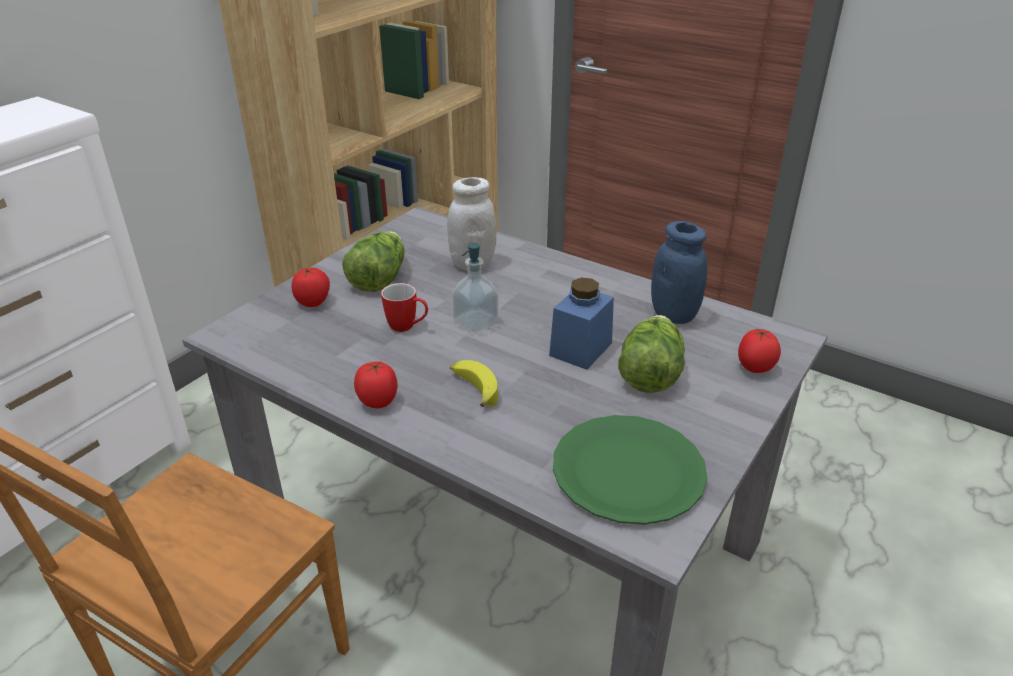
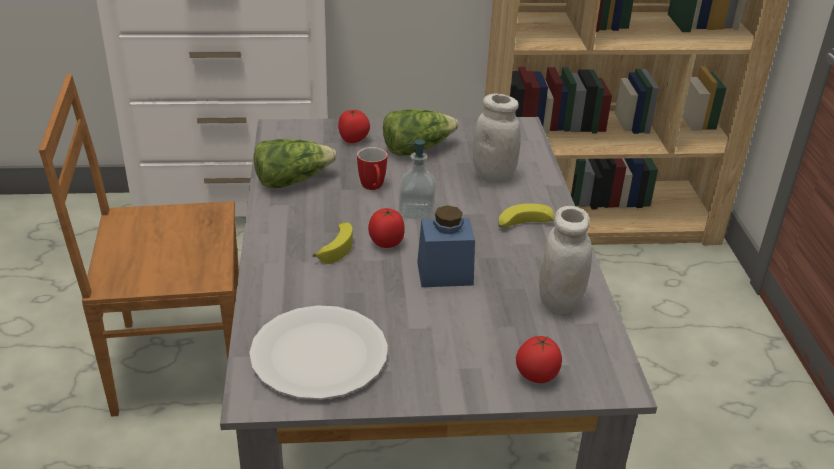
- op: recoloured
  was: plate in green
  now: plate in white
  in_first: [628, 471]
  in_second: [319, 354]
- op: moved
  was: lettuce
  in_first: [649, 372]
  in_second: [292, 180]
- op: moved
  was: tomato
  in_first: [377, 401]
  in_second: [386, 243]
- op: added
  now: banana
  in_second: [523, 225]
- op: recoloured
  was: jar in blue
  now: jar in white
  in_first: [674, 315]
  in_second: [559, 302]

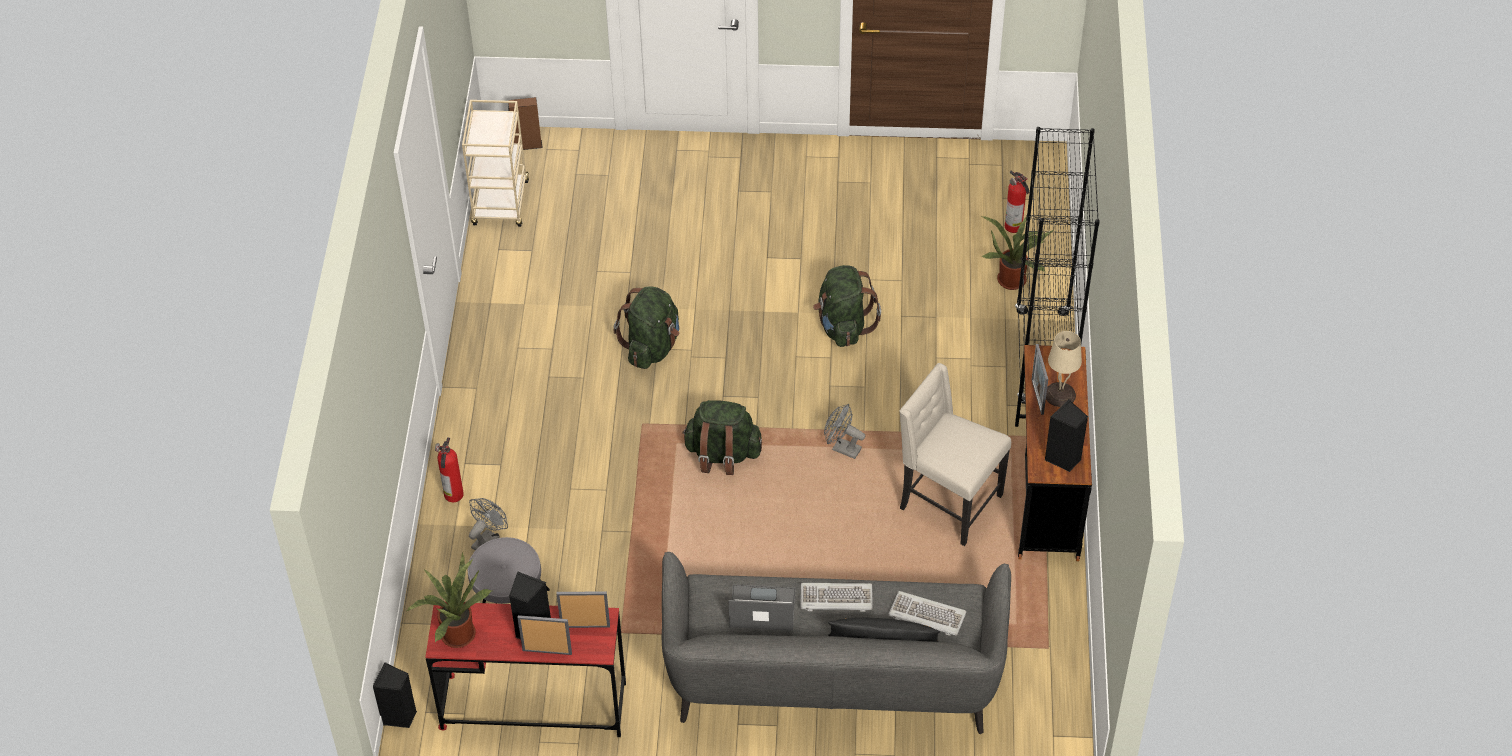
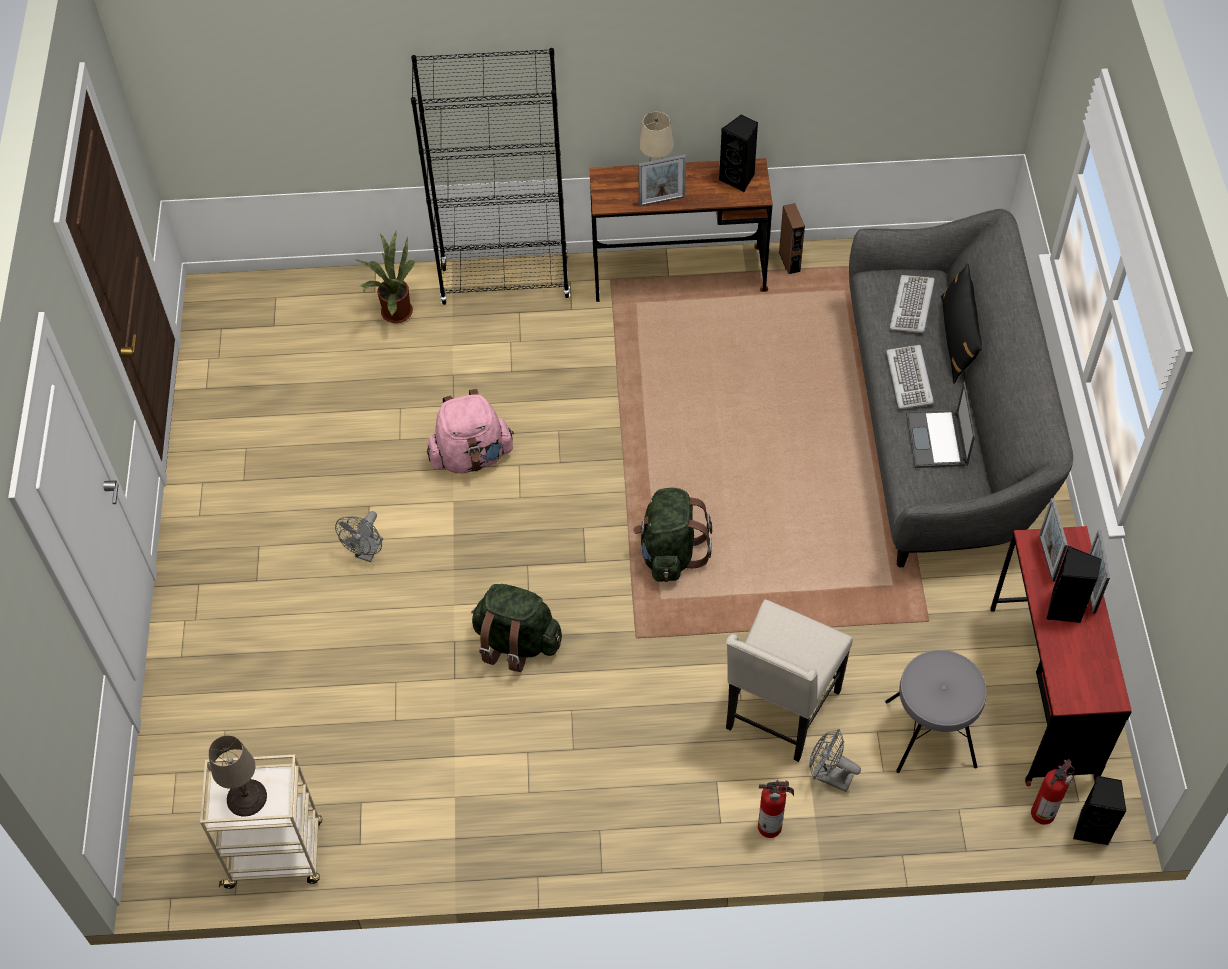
- op: added
  now: table lamp in beige
  in_second: [247, 798]
- op: moved
  was: fan in grey
  in_first: [842, 448]
  in_second: [367, 552]
- op: recoloured
  was: backpack in green
  now: backpack in pink
  in_first: [843, 326]
  in_second: [472, 456]
- op: moved
  was: chair in beige
  in_first: [948, 503]
  in_second: [780, 711]
- op: moved
  was: speaker in brown
  in_first: [527, 145]
  in_second: [789, 262]
- op: moved
  was: fire extinguisher
  in_first: [1014, 227]
  in_second: [1044, 812]
- op: removed
  was: potted plant
  in_first: [456, 632]

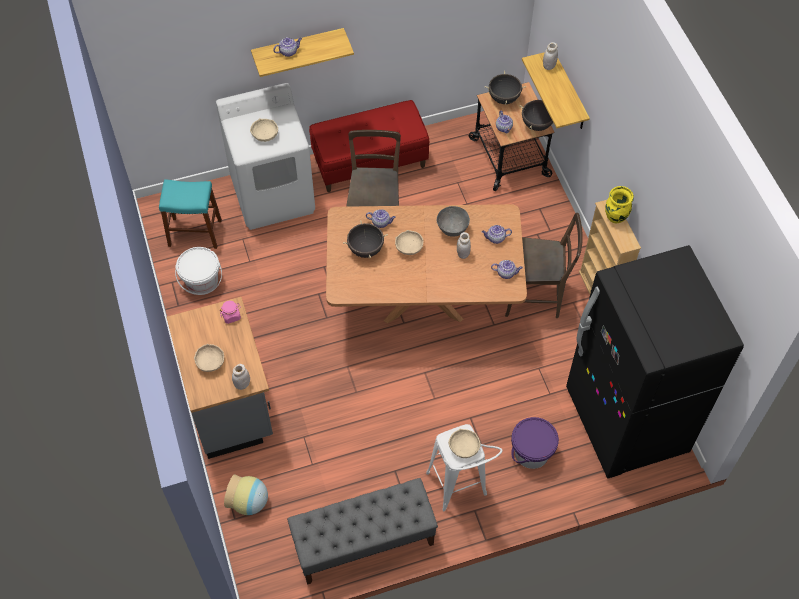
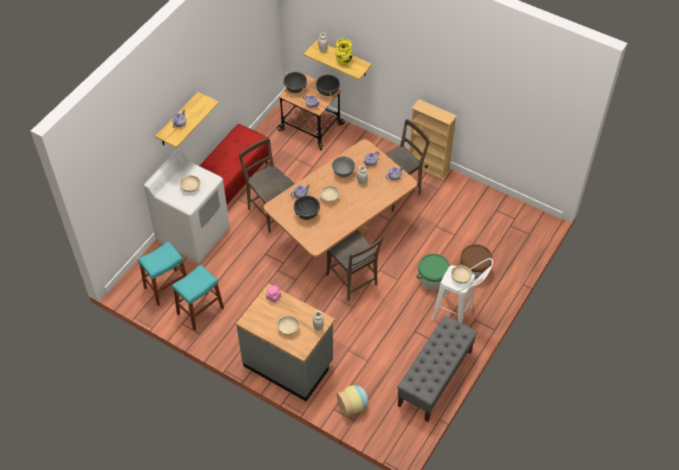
- op: replaced
  was: bucket in white
  now: stool in turquoise
  in_first: [202, 281]
  in_second: [200, 311]
- op: added
  now: chair in brown
  in_second: [353, 281]
- op: moved
  was: vase in yellow
  in_first: [615, 217]
  in_second: [344, 62]
- op: added
  now: bucket in green
  in_second: [432, 280]
- op: recoloured
  was: bucket in purple
  now: bucket in brown
  in_first: [531, 452]
  in_second: [474, 270]
- op: removed
  was: fridge in black
  in_first: [625, 422]

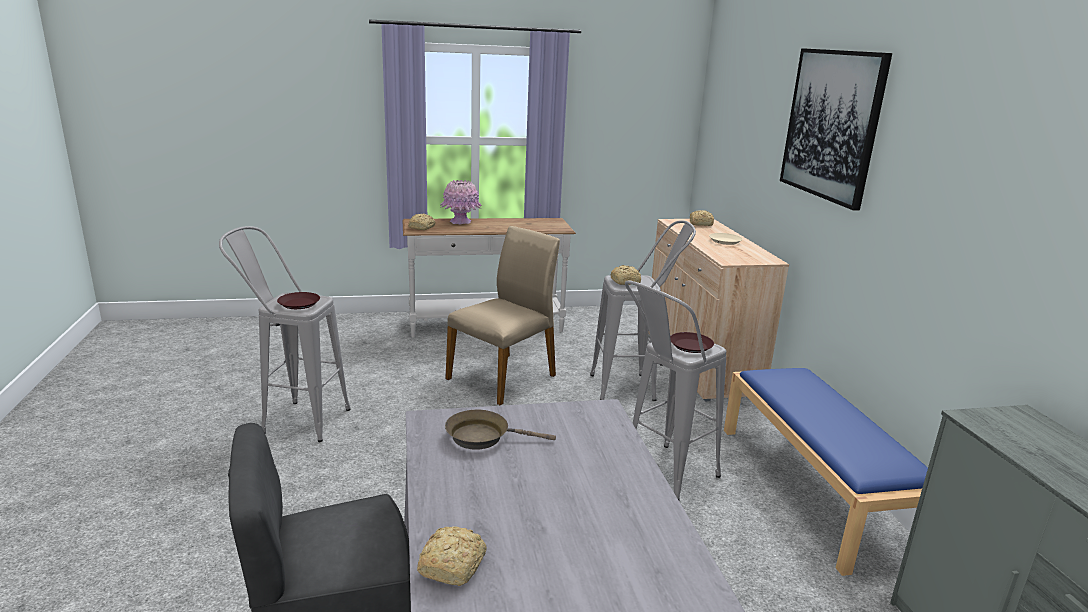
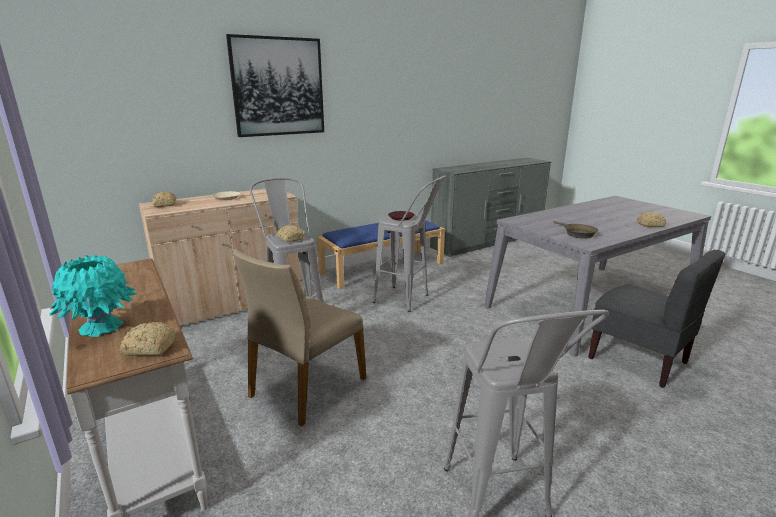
- op: recoloured
  was: vase in pink
  now: vase in turquoise
  in_first: [460, 222]
  in_second: [101, 327]
- op: turned
  was: chair in beige
  in_first: [503, 377]
  in_second: [306, 387]
  clockwise: -75
- op: removed
  was: plate in brown
  in_first: [299, 304]

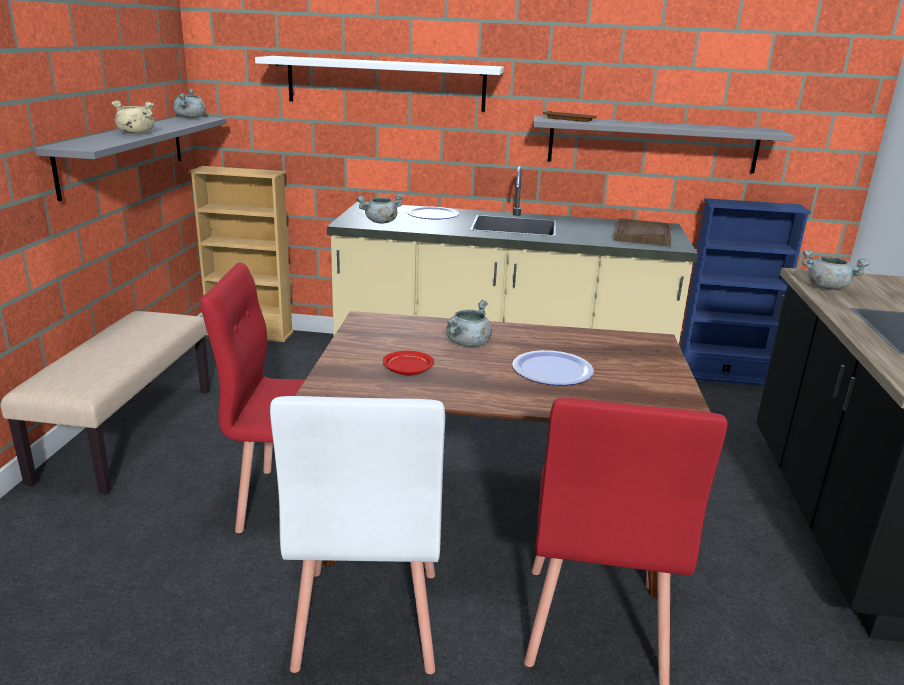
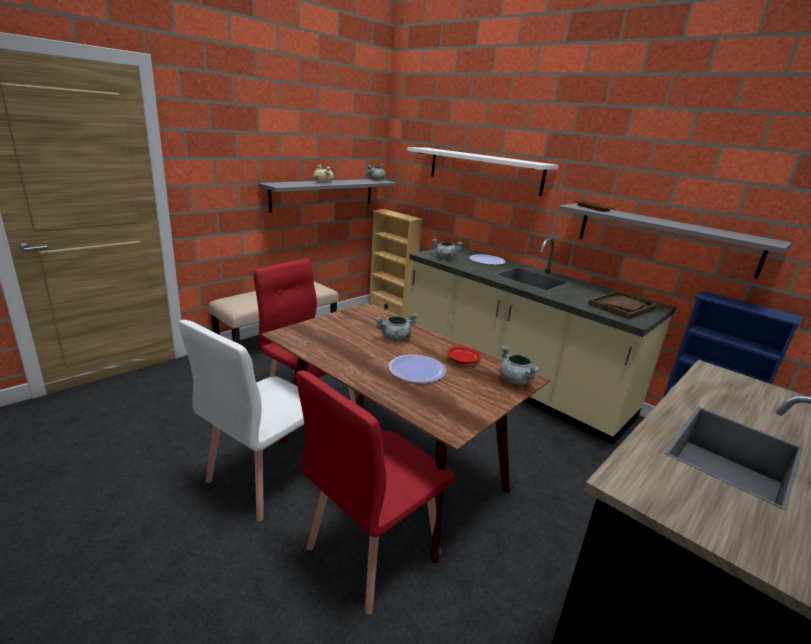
- op: moved
  was: plate in red
  in_first: [407, 370]
  in_second: [462, 360]
- op: moved
  was: cooking pot in grey
  in_first: [827, 287]
  in_second: [516, 381]

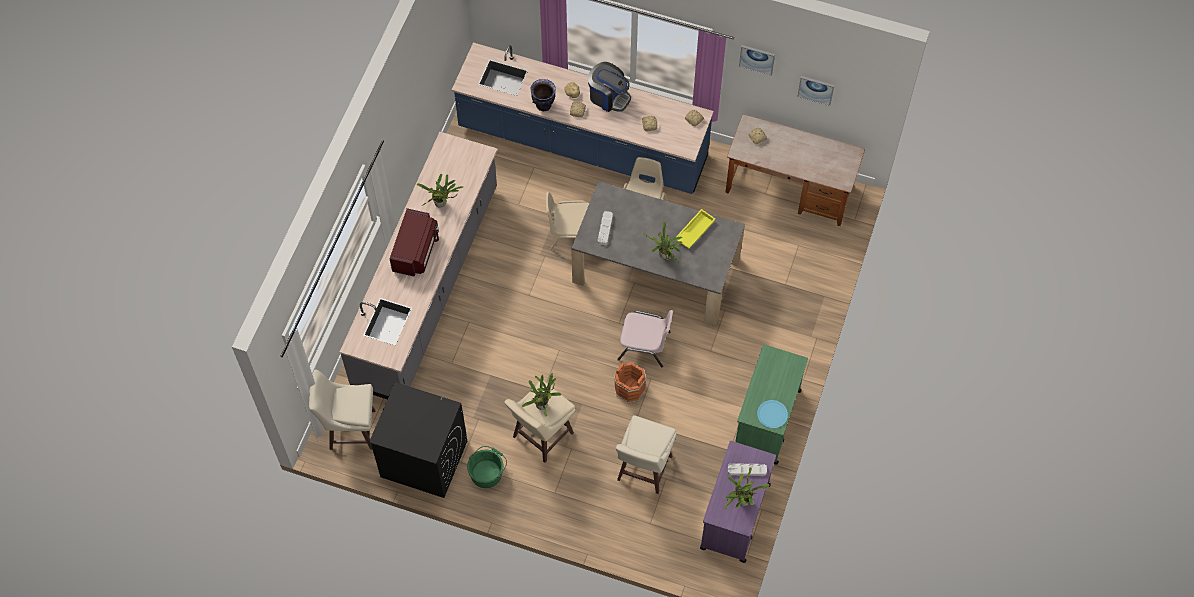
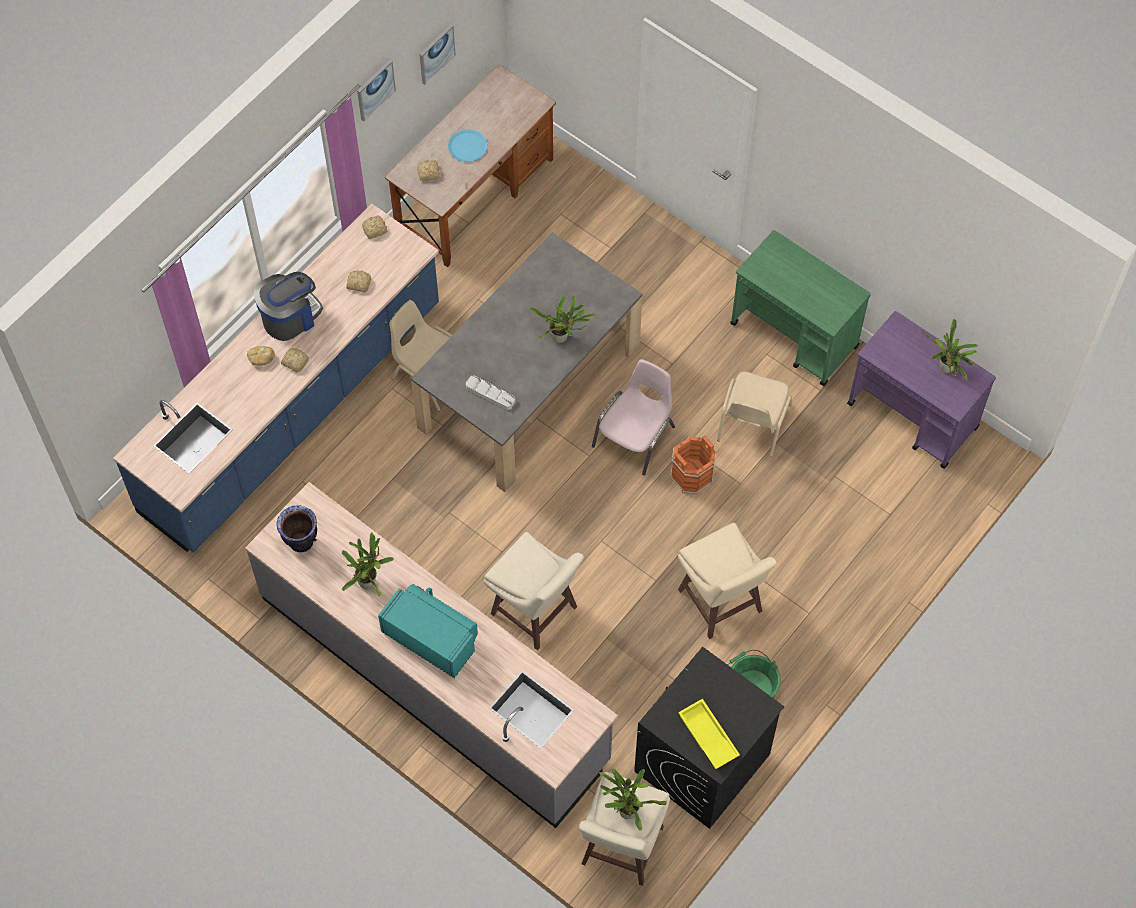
- op: moved
  was: vase
  in_first: [544, 105]
  in_second: [301, 541]
- op: recoloured
  was: microwave in red
  now: microwave in turquoise
  in_first: [416, 251]
  in_second: [432, 637]
- op: moved
  was: plate in blue
  in_first: [772, 414]
  in_second: [467, 146]
- op: moved
  was: stool in beige
  in_first: [643, 469]
  in_second: [535, 612]
- op: moved
  was: potted plant
  in_first: [543, 404]
  in_second: [626, 809]
- op: moved
  was: tray in yellow
  in_first: [694, 230]
  in_second: [707, 736]
- op: moved
  was: chair in beige
  in_first: [571, 233]
  in_second: [752, 423]
- op: removed
  was: tray in grey
  in_first: [747, 470]

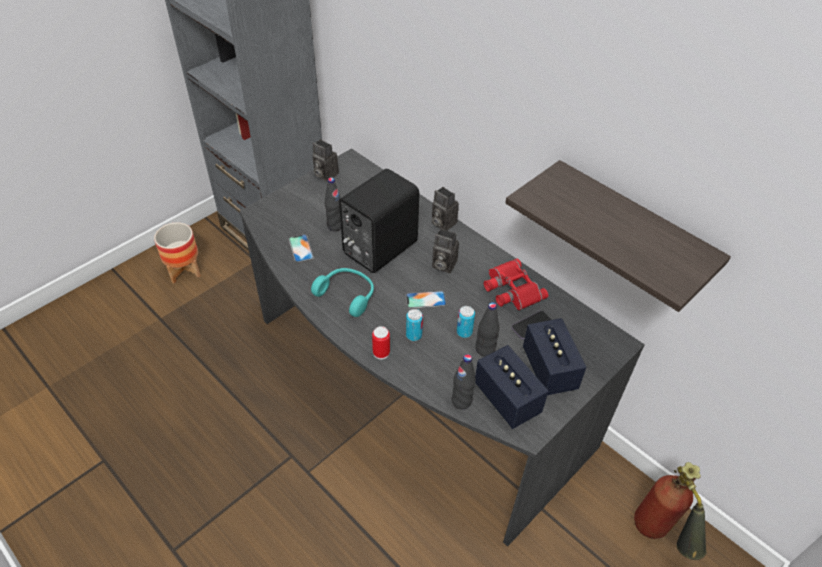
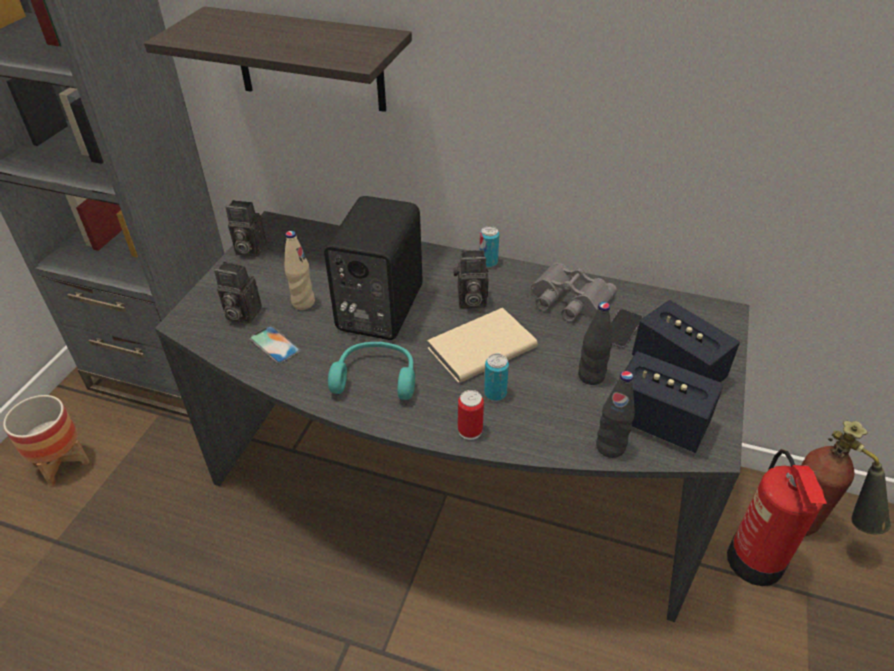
- op: moved
  was: shelf
  in_first: [630, 231]
  in_second: [309, 60]
- op: moved
  was: photo camera
  in_first: [442, 223]
  in_second: [241, 314]
- op: recoloured
  was: bottle in black
  now: bottle in beige
  in_first: [335, 226]
  in_second: [303, 303]
- op: replaced
  was: phone
  now: book in beige
  in_first: [425, 300]
  in_second: [479, 347]
- op: moved
  was: can
  in_first: [464, 332]
  in_second: [488, 262]
- op: recoloured
  was: binoculars in red
  now: binoculars in grey
  in_first: [511, 289]
  in_second: [568, 299]
- op: added
  now: fire extinguisher
  in_second: [755, 562]

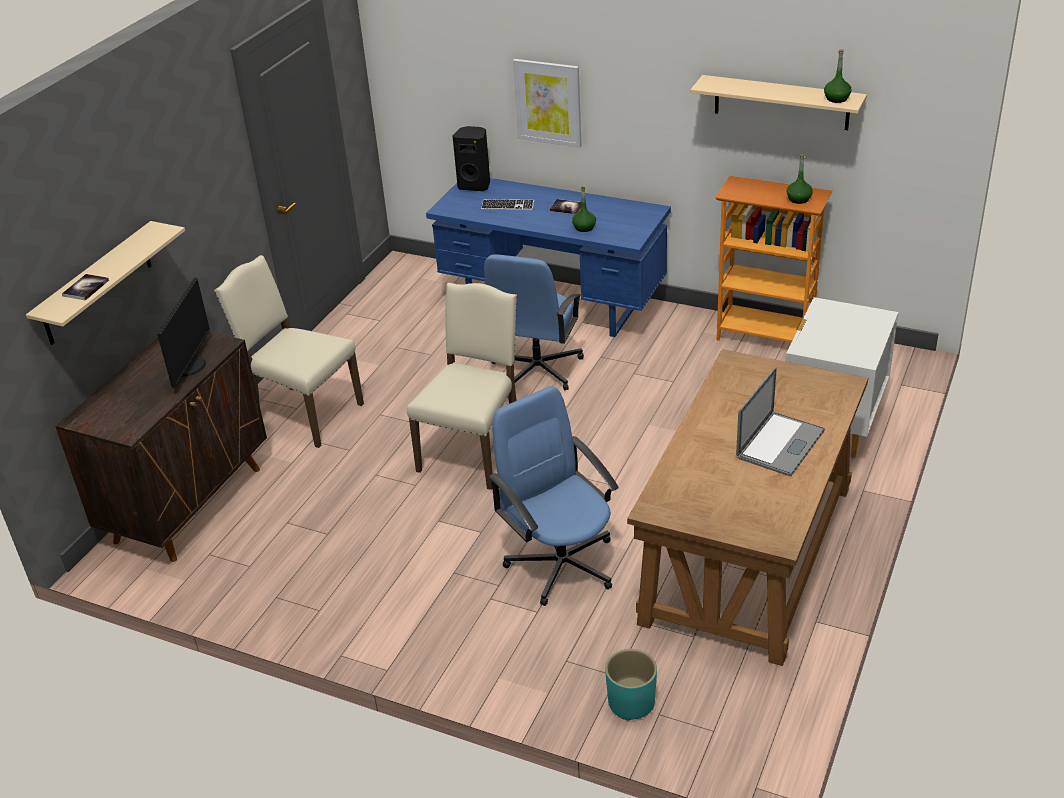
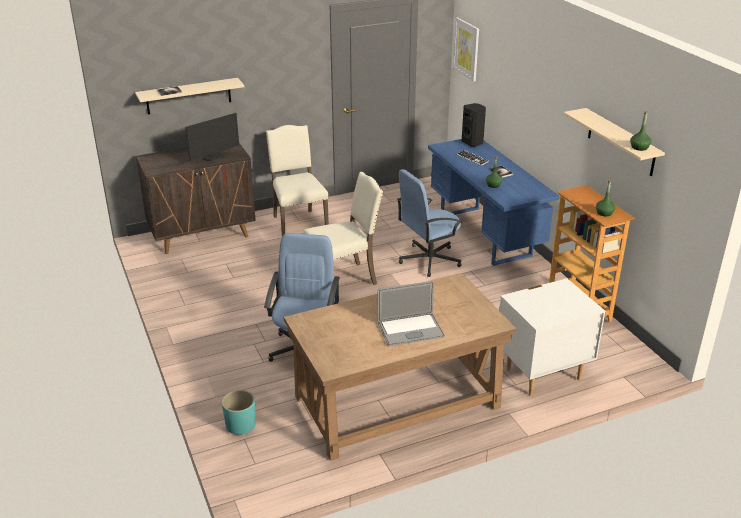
- op: moved
  was: picture
  in_first: [548, 102]
  in_second: [466, 49]

